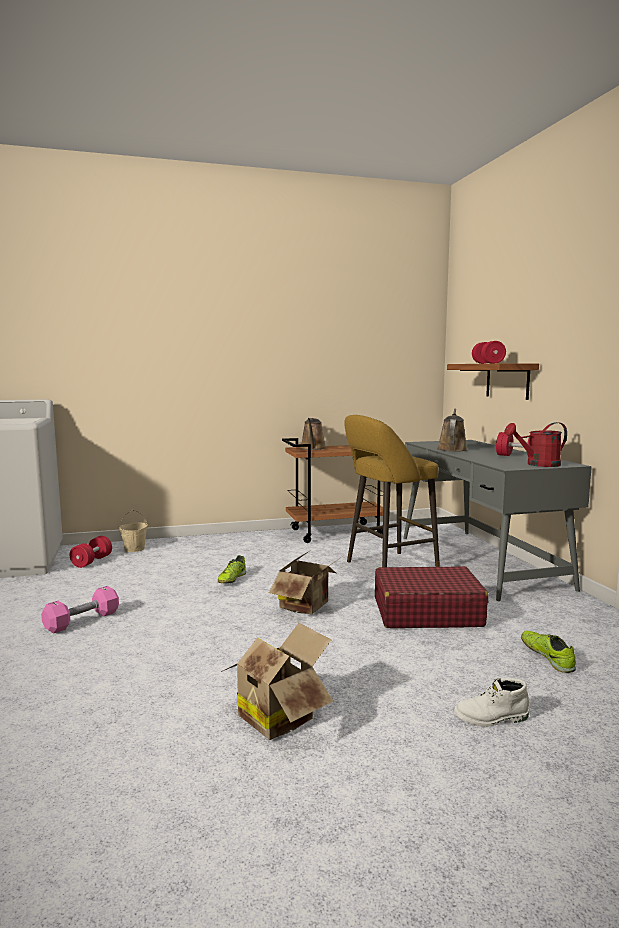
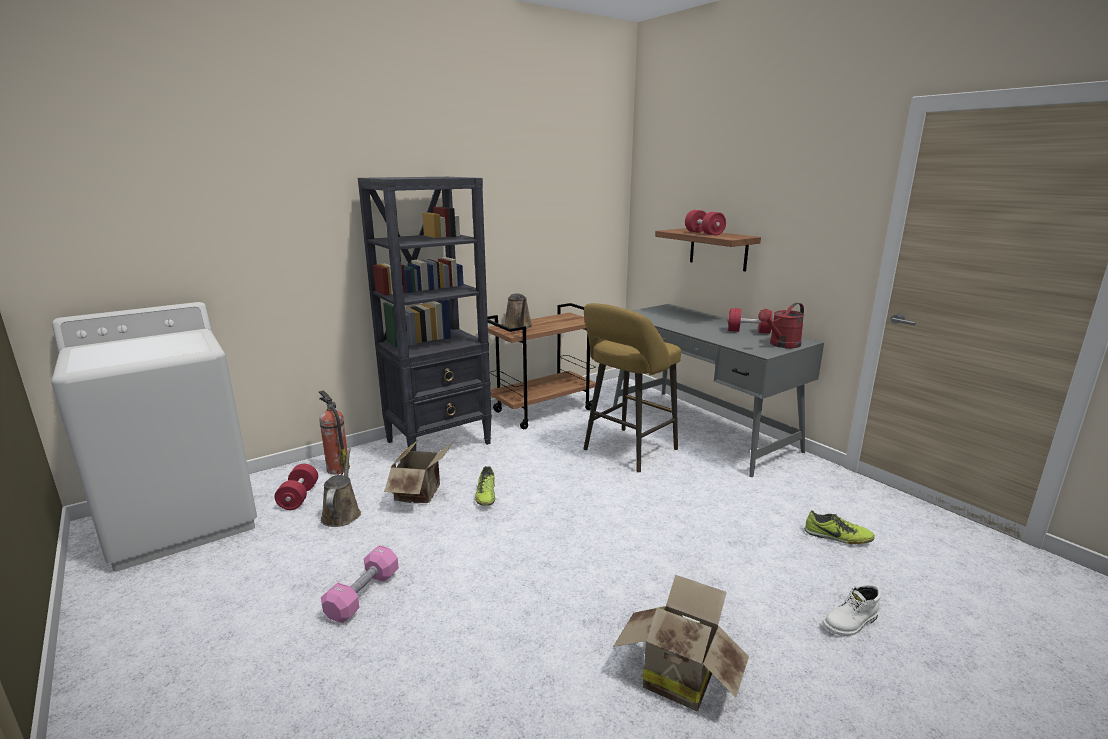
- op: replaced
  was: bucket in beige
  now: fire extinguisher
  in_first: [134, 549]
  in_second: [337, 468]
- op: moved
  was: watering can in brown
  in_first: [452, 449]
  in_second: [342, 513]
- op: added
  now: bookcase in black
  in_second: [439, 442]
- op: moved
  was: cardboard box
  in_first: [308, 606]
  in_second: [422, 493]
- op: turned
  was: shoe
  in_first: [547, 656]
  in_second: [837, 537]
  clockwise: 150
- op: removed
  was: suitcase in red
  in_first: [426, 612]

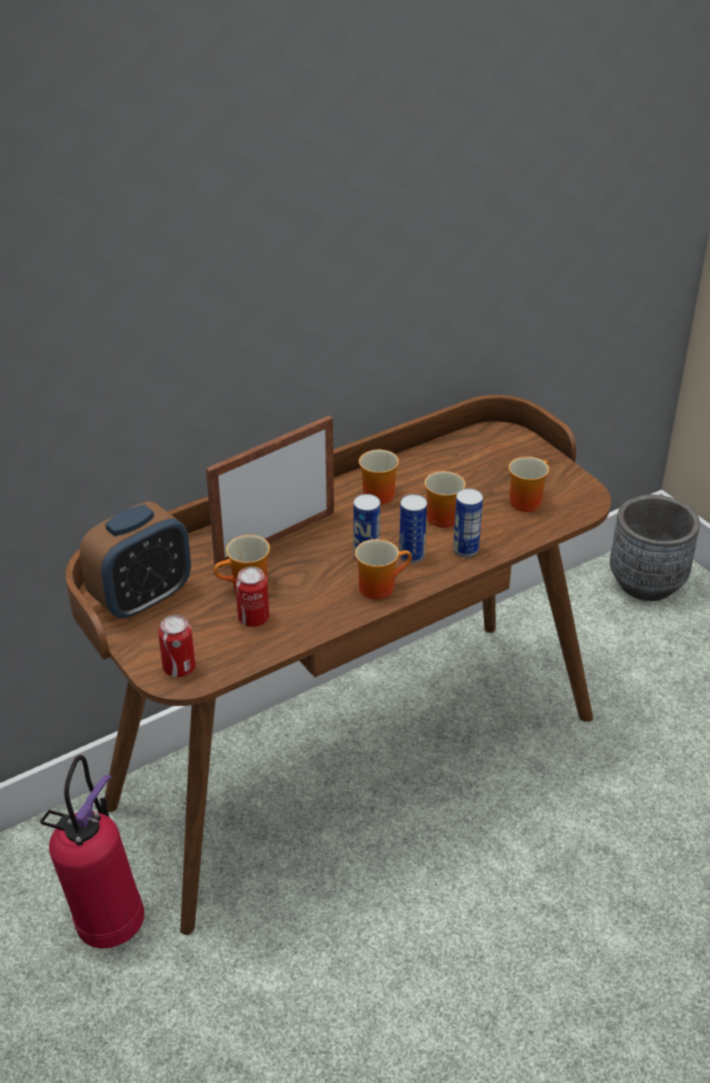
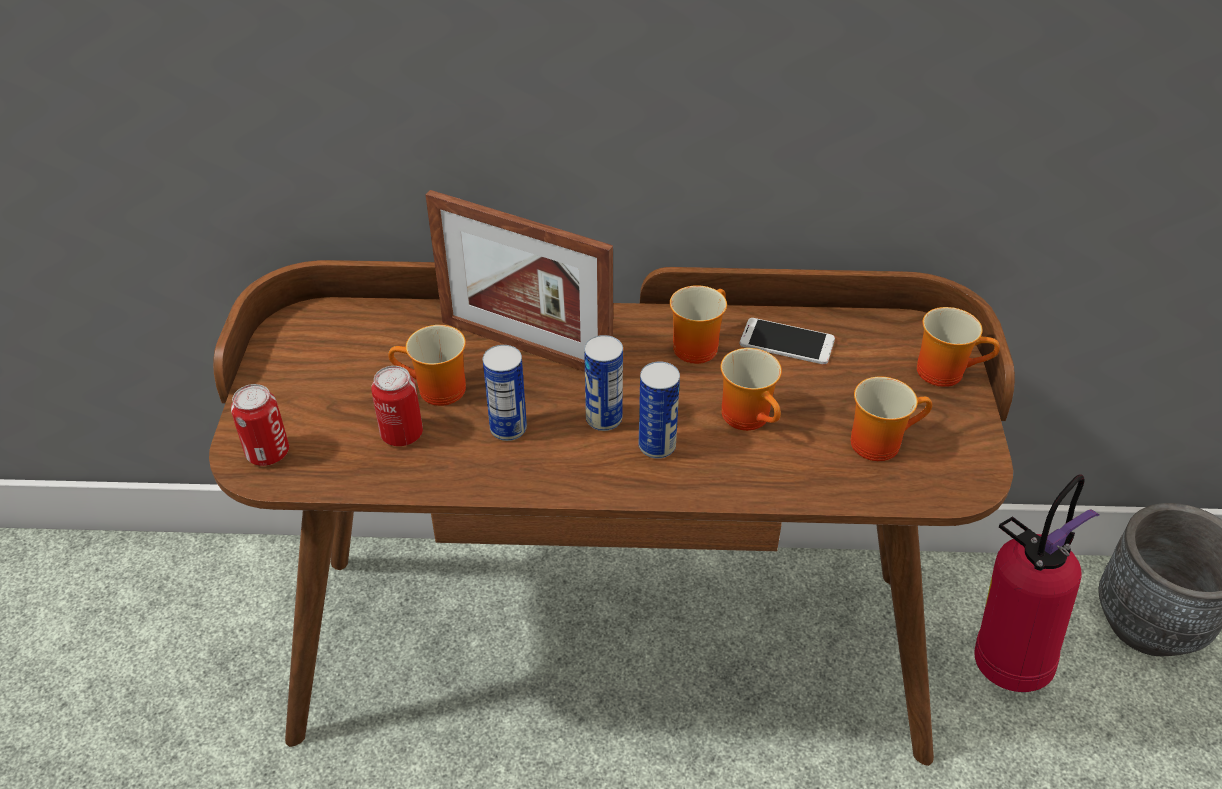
- op: turned
  was: picture frame
  in_first: [275, 538]
  in_second: [525, 348]
  clockwise: -150
- op: moved
  was: can
  in_first: [465, 550]
  in_second: [508, 429]
- op: added
  now: phone
  in_second: [787, 342]
- op: moved
  was: mug
  in_first: [379, 585]
  in_second: [945, 370]
- op: moved
  was: fire extinguisher
  in_first: [108, 922]
  in_second: [1007, 661]
- op: removed
  was: alarm clock
  in_first: [142, 598]

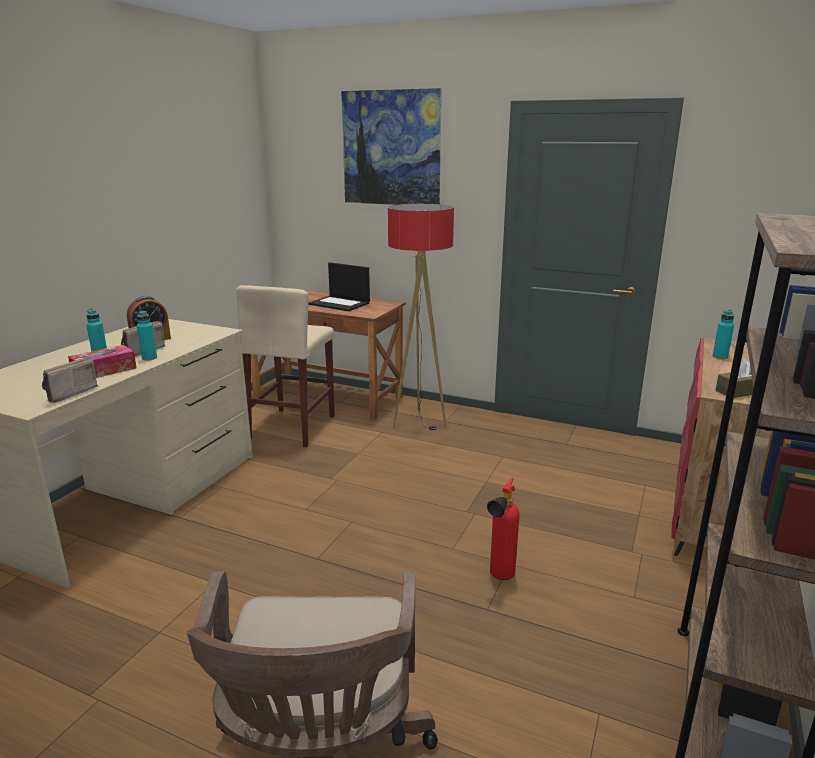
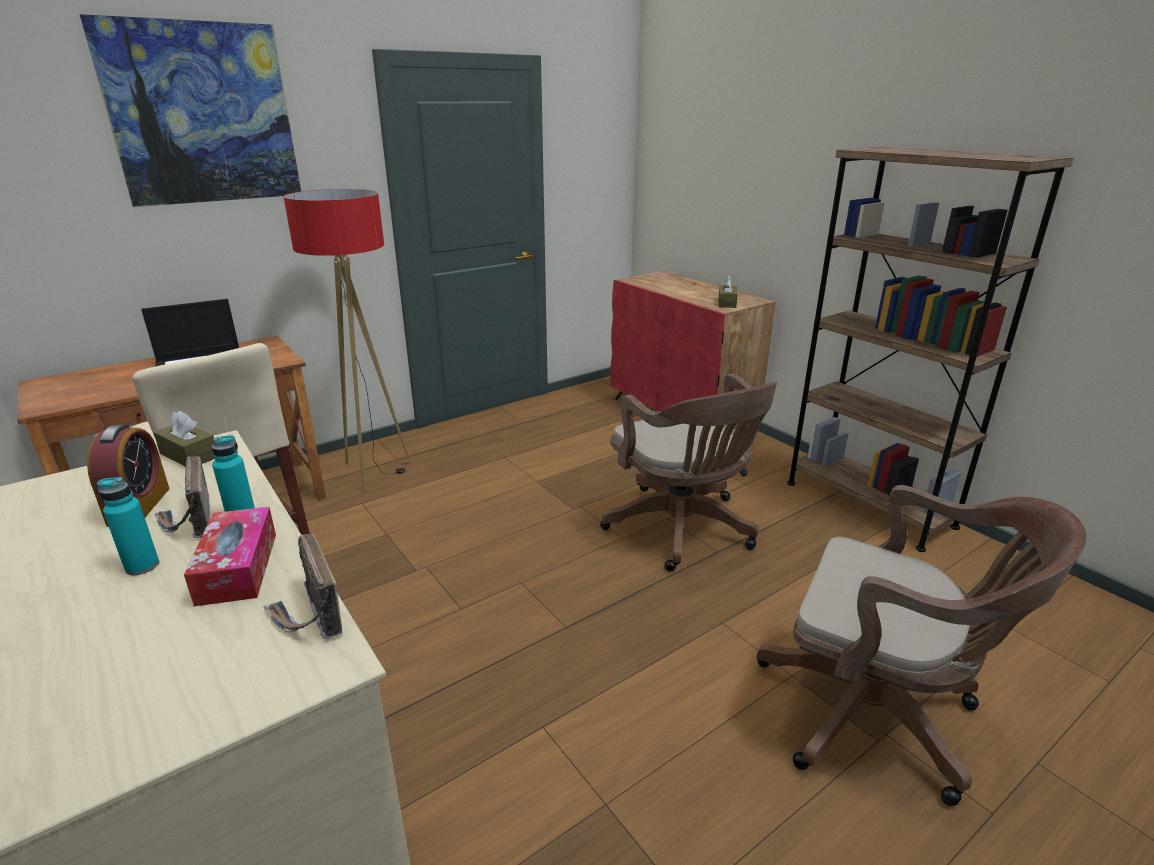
- op: added
  now: tissue box in brown
  in_second: [189, 455]
- op: replaced
  was: fire extinguisher
  now: office chair in brown
  in_first: [499, 578]
  in_second: [683, 530]
- op: removed
  was: bottle in turquoise
  in_first: [720, 357]

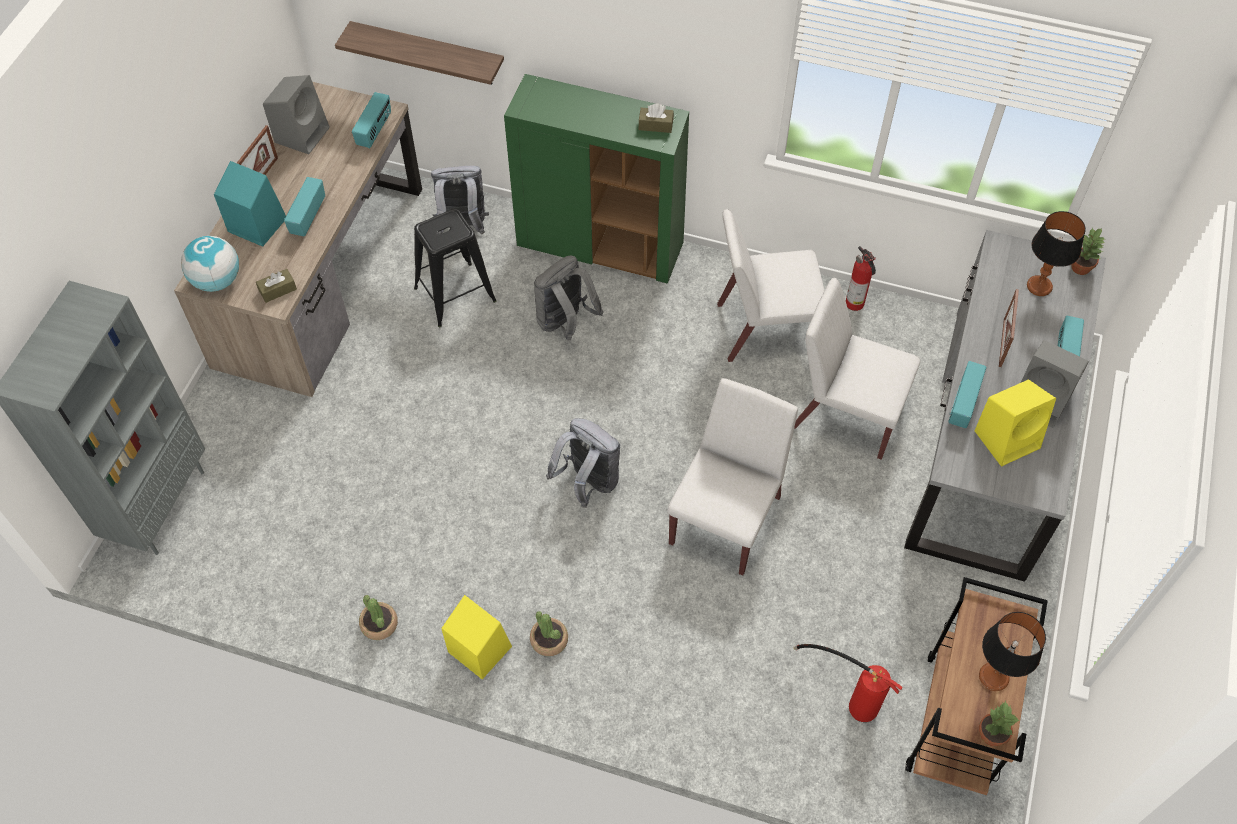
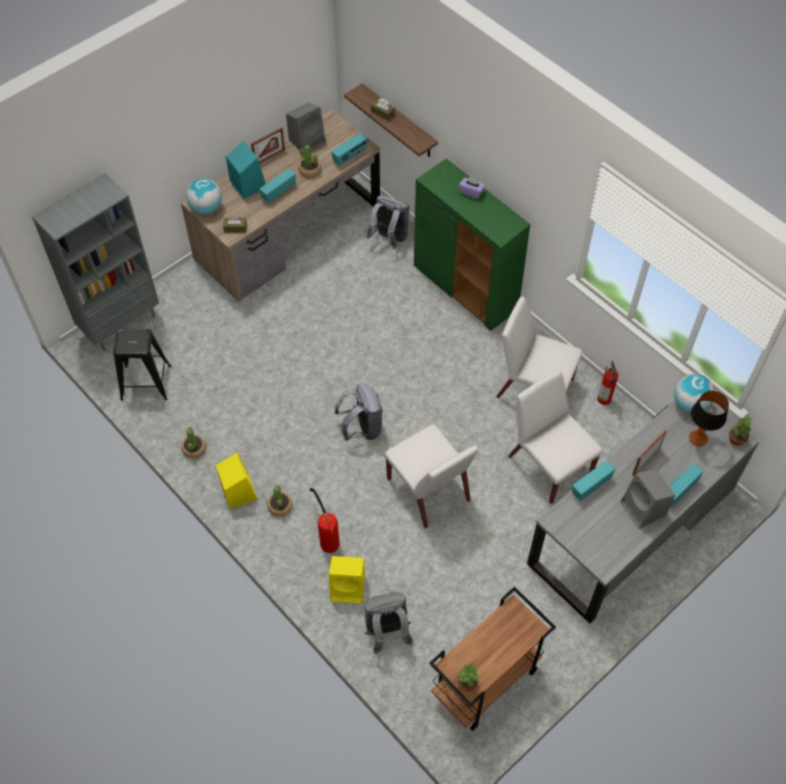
- op: moved
  was: stool in black
  in_first: [455, 294]
  in_second: [146, 383]
- op: added
  now: potted plant
  in_second: [310, 170]
- op: moved
  was: fire extinguisher
  in_first: [848, 698]
  in_second: [326, 535]
- op: moved
  was: speaker in yellow
  in_first: [1008, 438]
  in_second: [349, 588]
- op: moved
  was: backpack in grey
  in_first: [565, 323]
  in_second: [387, 632]
- op: moved
  was: tissue box in brown
  in_first: [655, 125]
  in_second: [382, 113]
- op: turned
  was: chair in white
  in_first: [726, 519]
  in_second: [429, 490]
  clockwise: 90
- op: added
  now: tissue box in purple
  in_second: [471, 192]
- op: added
  now: globe
  in_second: [690, 404]
- op: removed
  was: table lamp
  in_first: [993, 677]

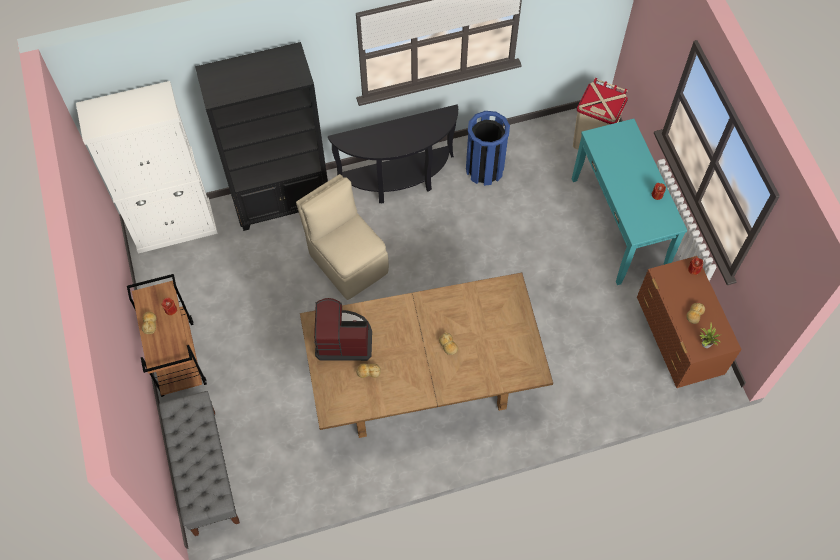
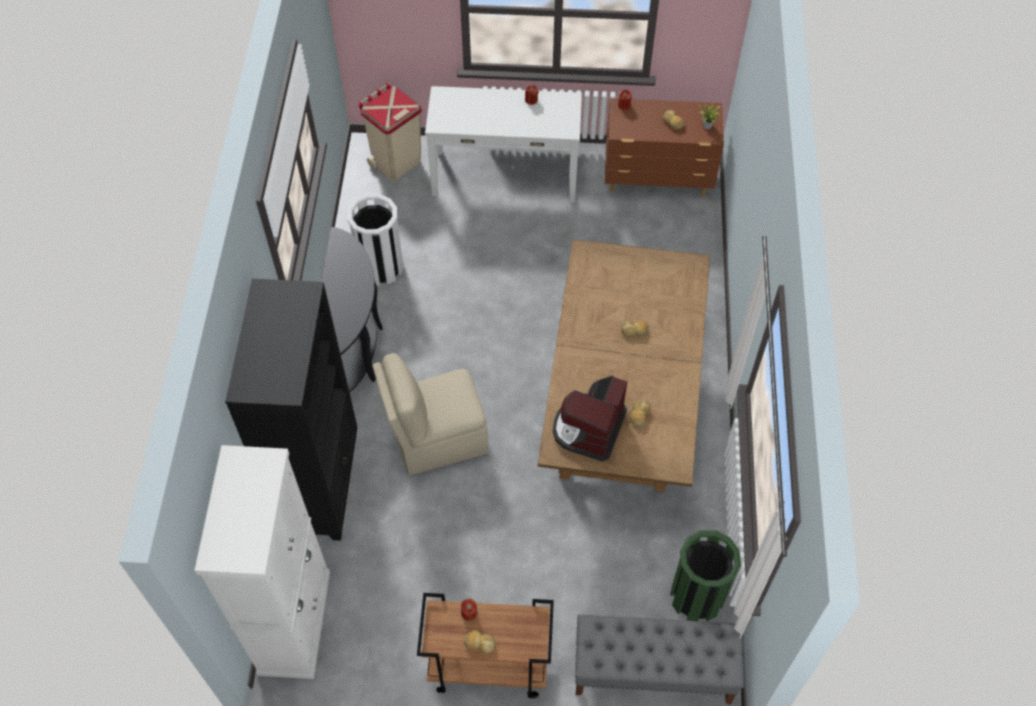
- op: recoloured
  was: trash can in blue
  now: trash can in white
  in_first: [484, 169]
  in_second: [380, 267]
- op: recoloured
  was: console table in turquoise
  now: console table in white
  in_first: [619, 224]
  in_second: [505, 175]
- op: added
  now: trash can in green
  in_second: [696, 597]

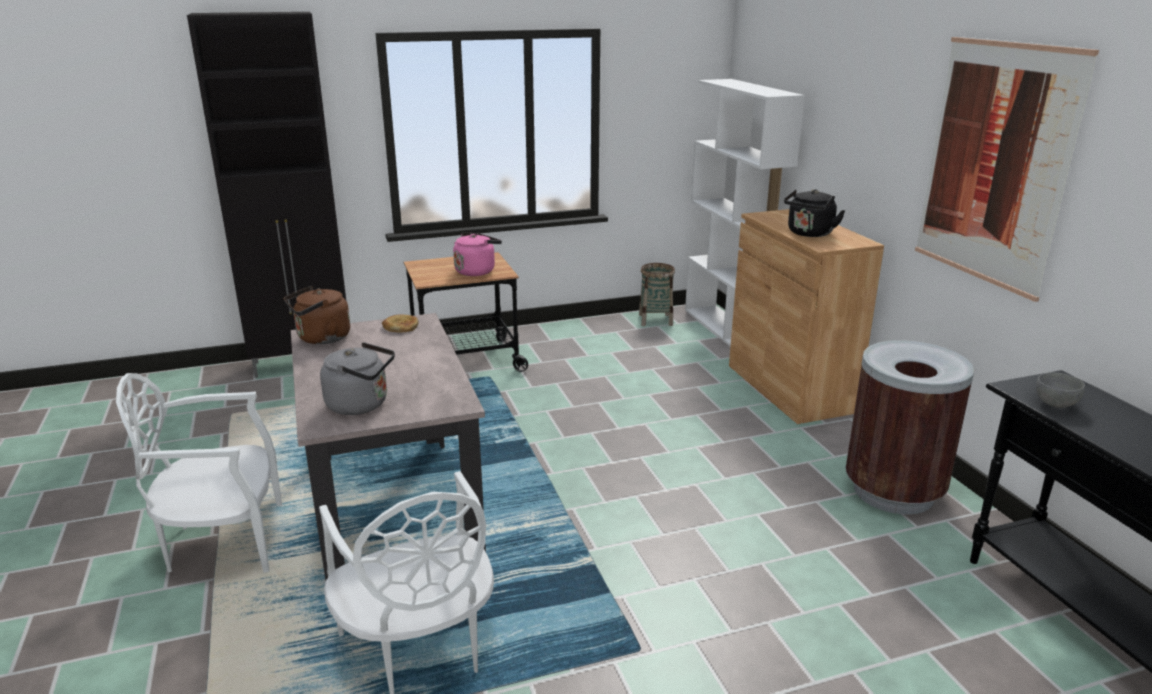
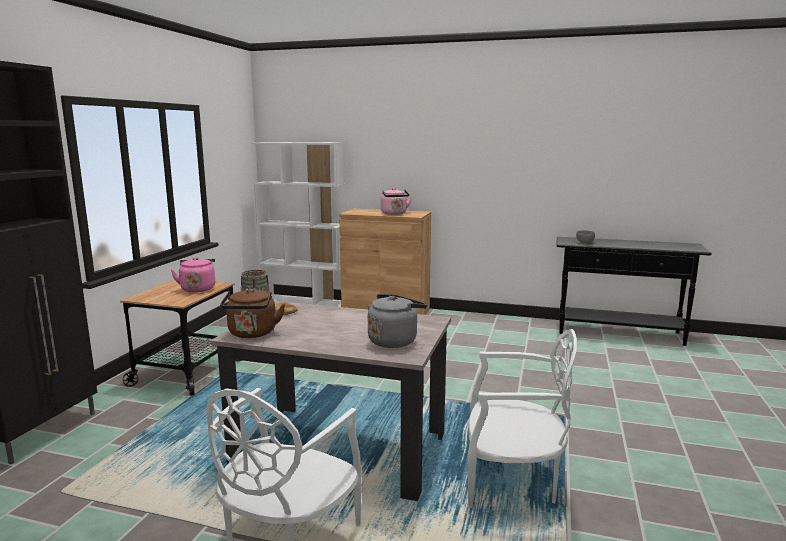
- op: recoloured
  was: kettle in black
  now: kettle in pink
  in_first: [809, 234]
  in_second: [394, 213]
- op: removed
  was: trash can in brown
  in_first: [893, 492]
- op: removed
  was: picture
  in_first: [995, 163]

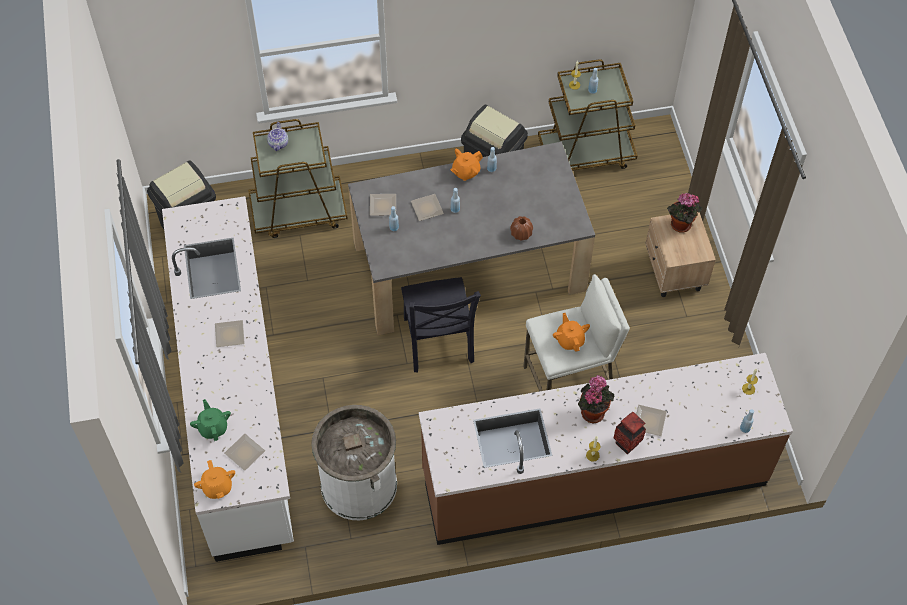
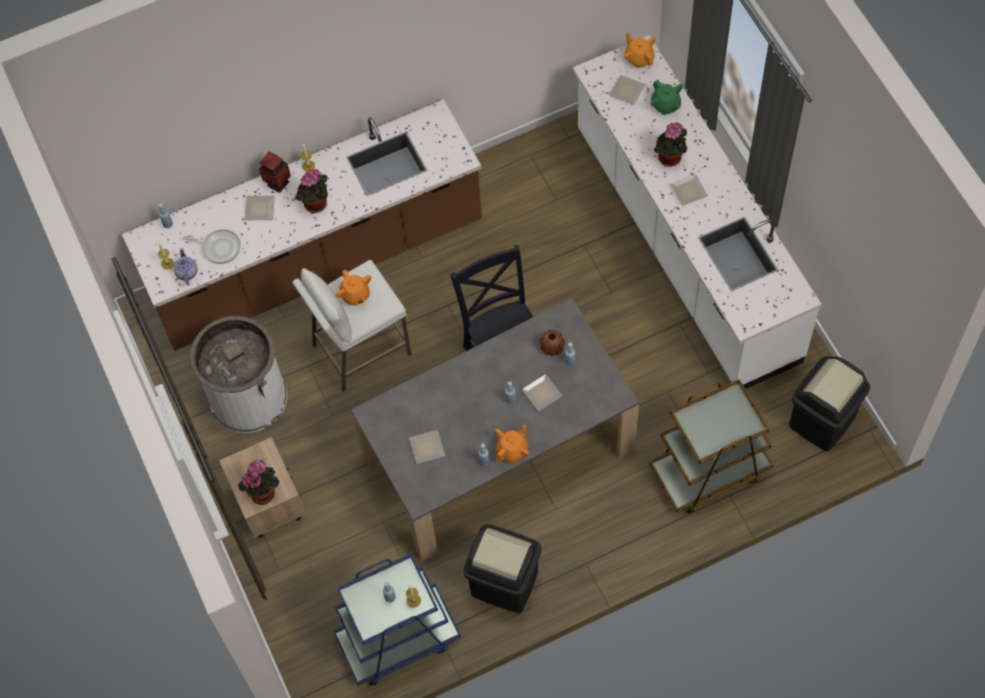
- op: moved
  was: teapot
  in_first: [278, 143]
  in_second: [186, 272]
- op: added
  now: frying pan
  in_second: [219, 247]
- op: moved
  was: trash can in white
  in_first: [358, 485]
  in_second: [248, 397]
- op: recoloured
  was: cart in brown
  now: cart in blue
  in_first: [586, 153]
  in_second: [397, 639]
- op: moved
  was: plate
  in_first: [384, 206]
  in_second: [426, 447]
- op: moved
  was: vase in brown
  in_first: [521, 233]
  in_second: [552, 347]
- op: added
  now: potted plant
  in_second: [670, 159]

